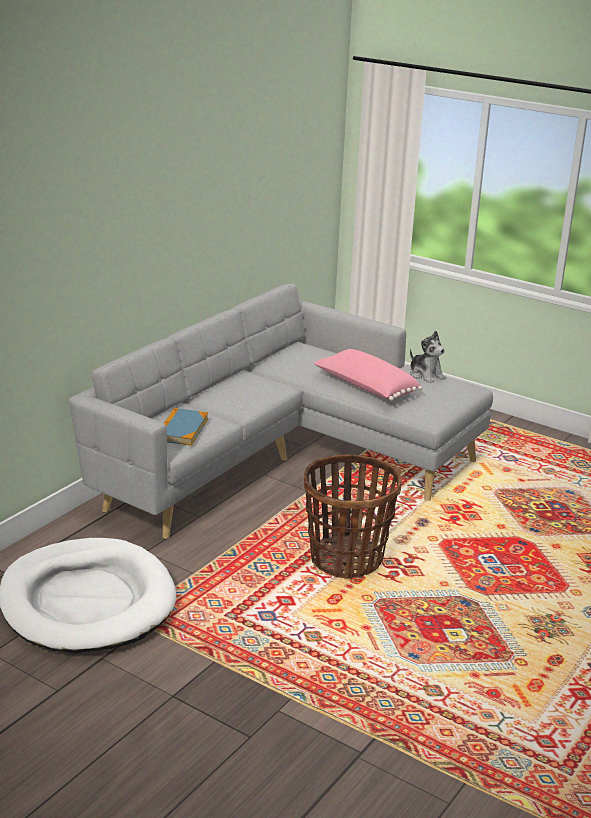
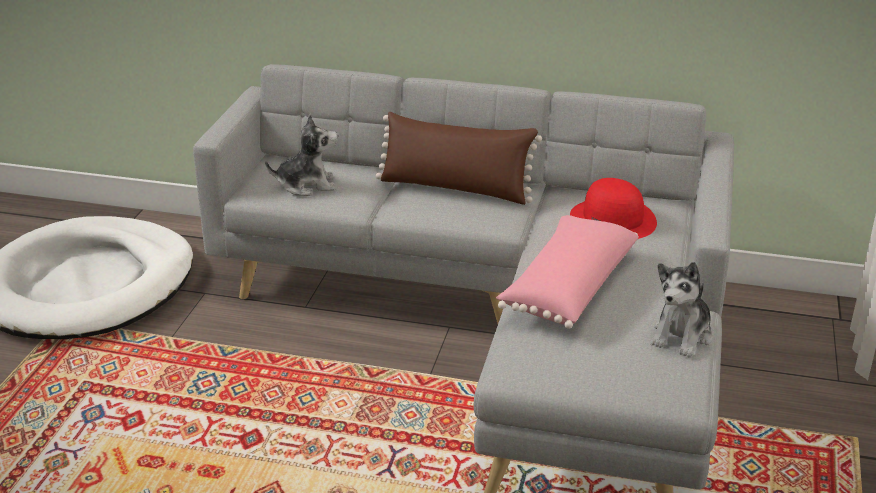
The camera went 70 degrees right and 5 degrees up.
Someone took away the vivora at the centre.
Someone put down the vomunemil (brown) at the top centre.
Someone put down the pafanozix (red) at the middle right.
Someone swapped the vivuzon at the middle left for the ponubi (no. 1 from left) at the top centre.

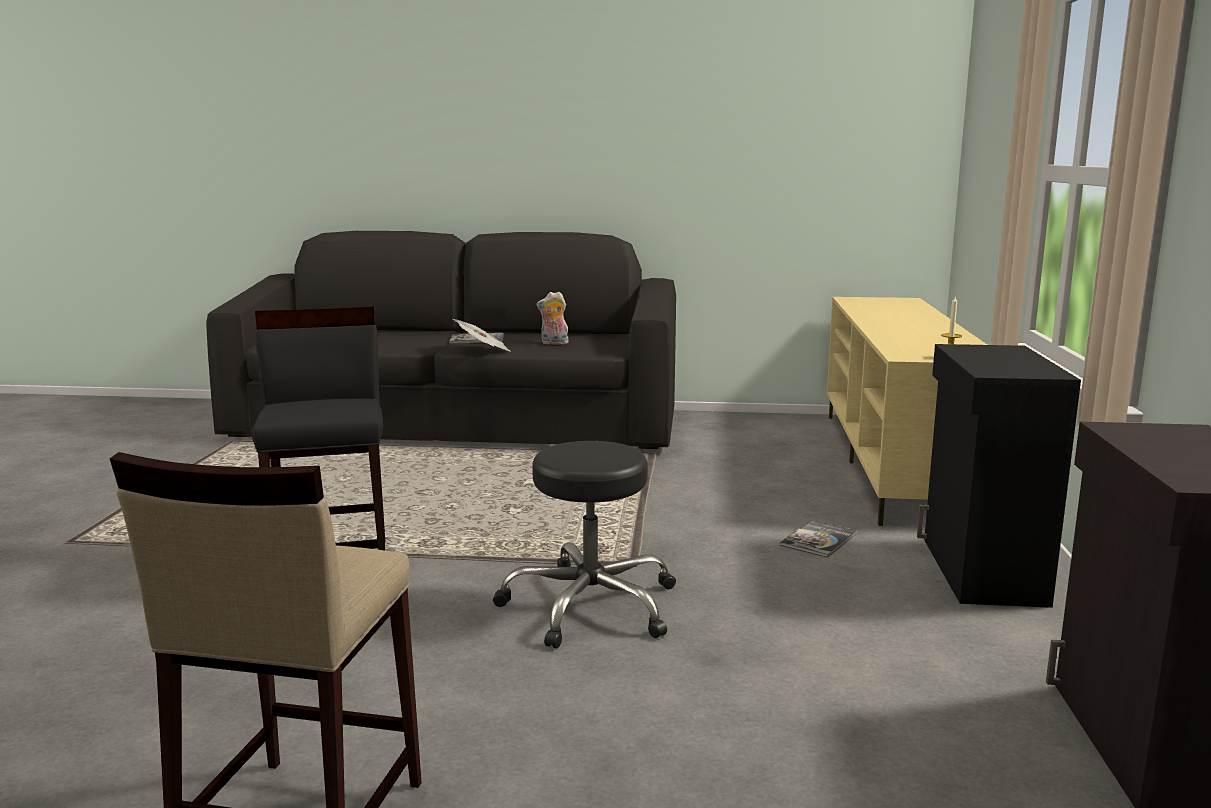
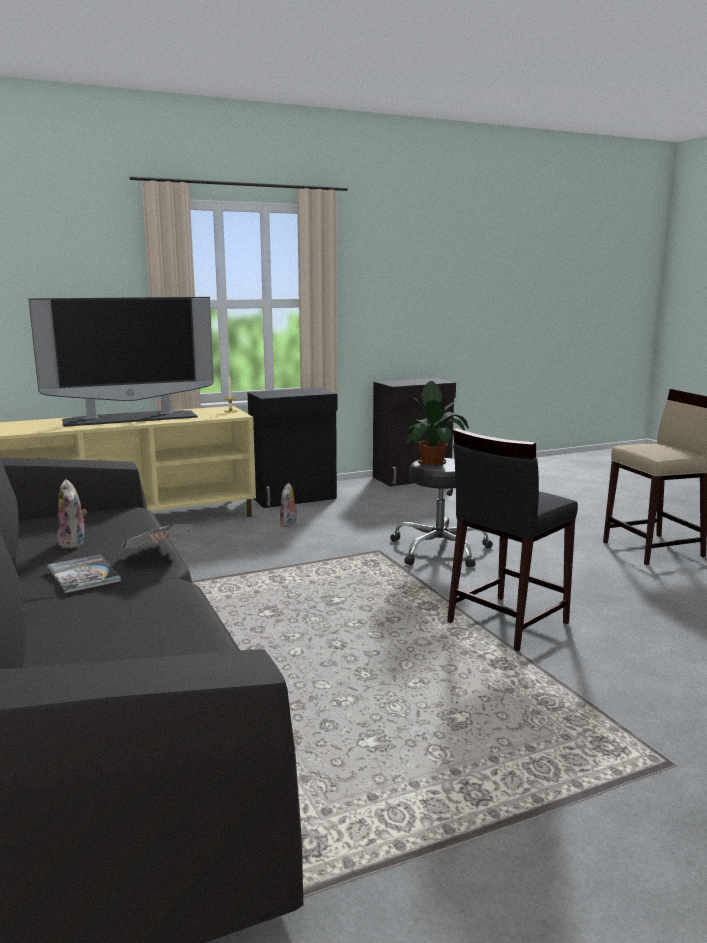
The camera went 120 degrees left and 0 degrees up.
Someone put down the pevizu at the middle left.
Someone put down the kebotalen at the centre.
Someone swapped the vivuzon (no. 2 from left) at the bottom right for the ponubi (no. 2 from left) at the centre.

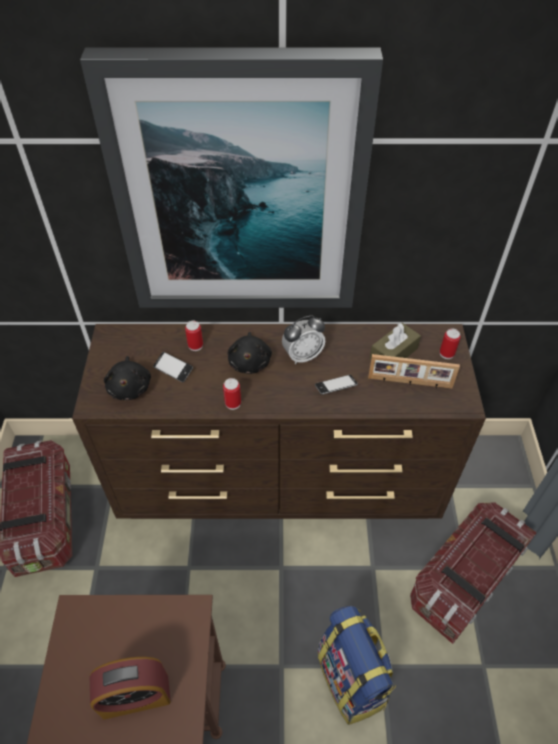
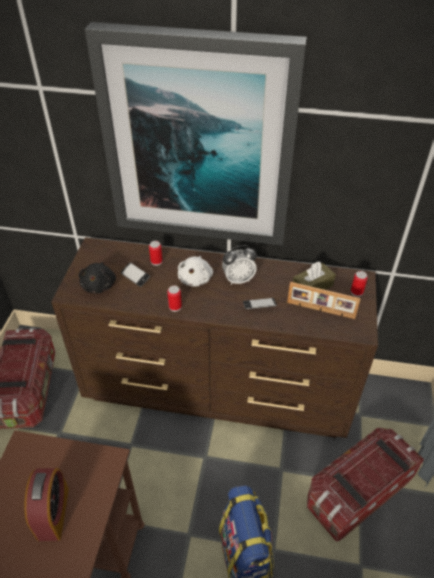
The camera went 10 degrees right and 5 degrees down.
Someone repainted the ponubi (black) (no. 2 from left) at the centre, which became the ponubi (white) at the centre.
Someone rotated the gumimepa (no. 1 from left) at the bottom left by 90 degrees counterclockwise.

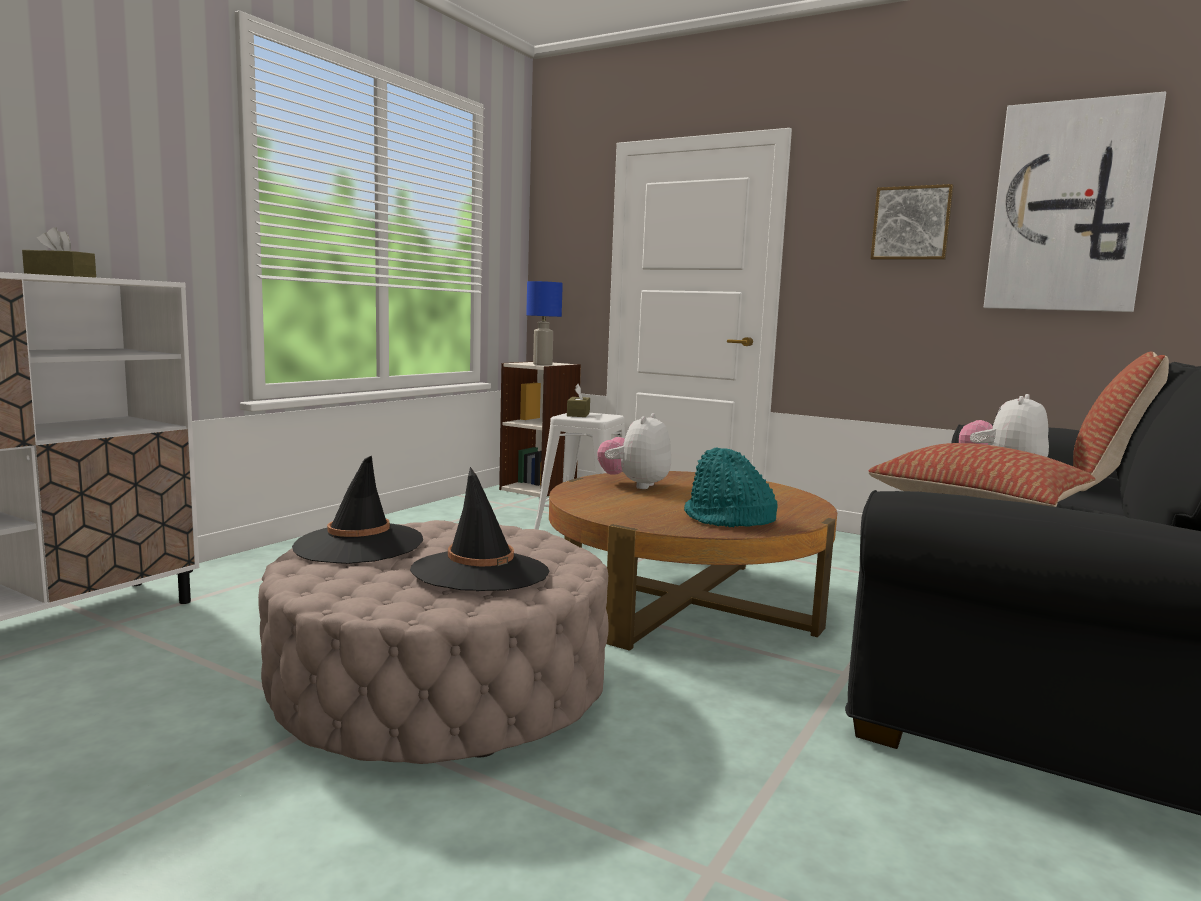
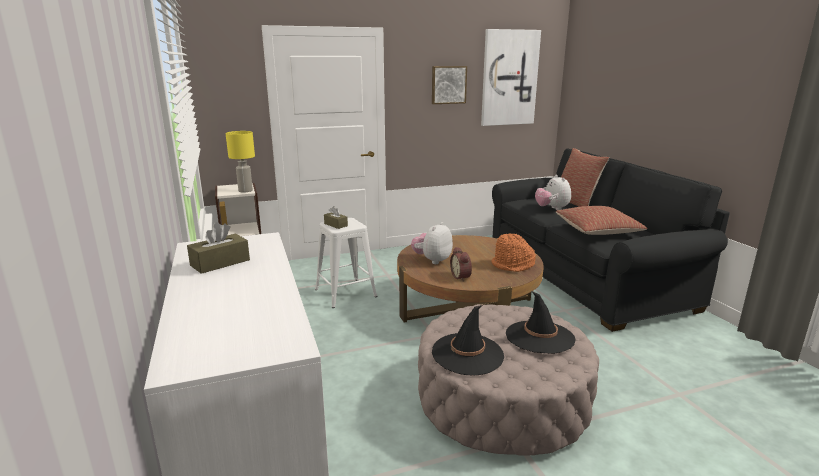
The camera went 50 degrees left and 10 degrees up.
Someone put down the gumimepa at the centre.
Someone repainted the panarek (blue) at the centre, which became the panarek (yellow) at the middle left.
Someone repainted the pafanozix (turquoise) at the centre, which became the pafanozix (orange) at the centre.
Someone rotated the ponubi (no. 1 from left) at the centre by 60 degrees clockwise.

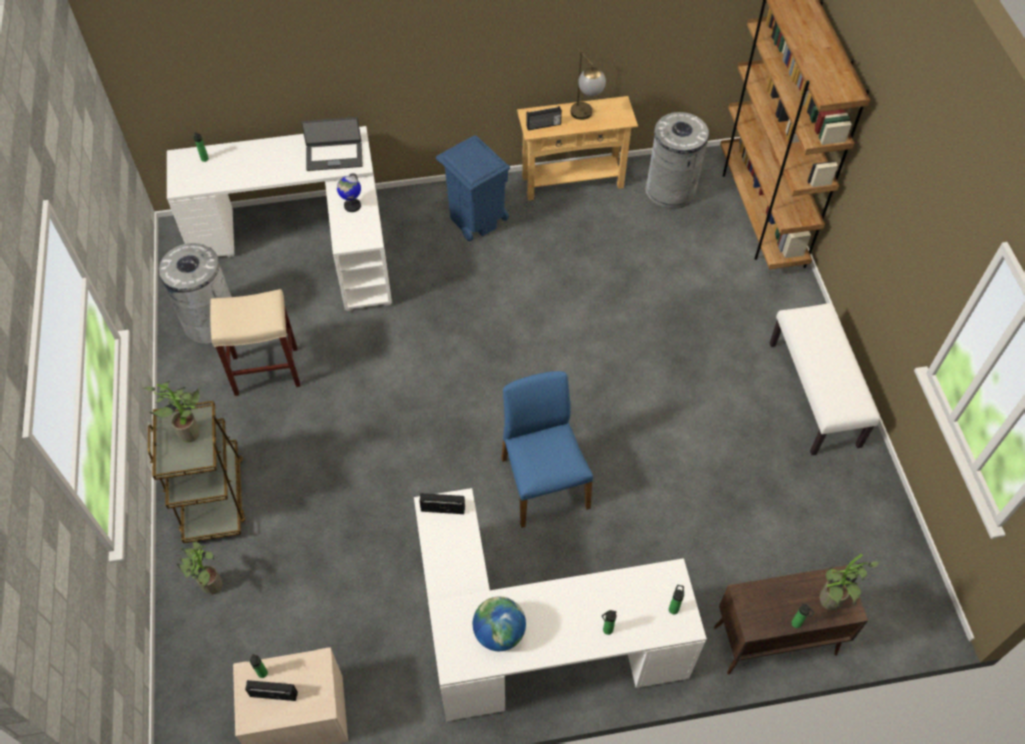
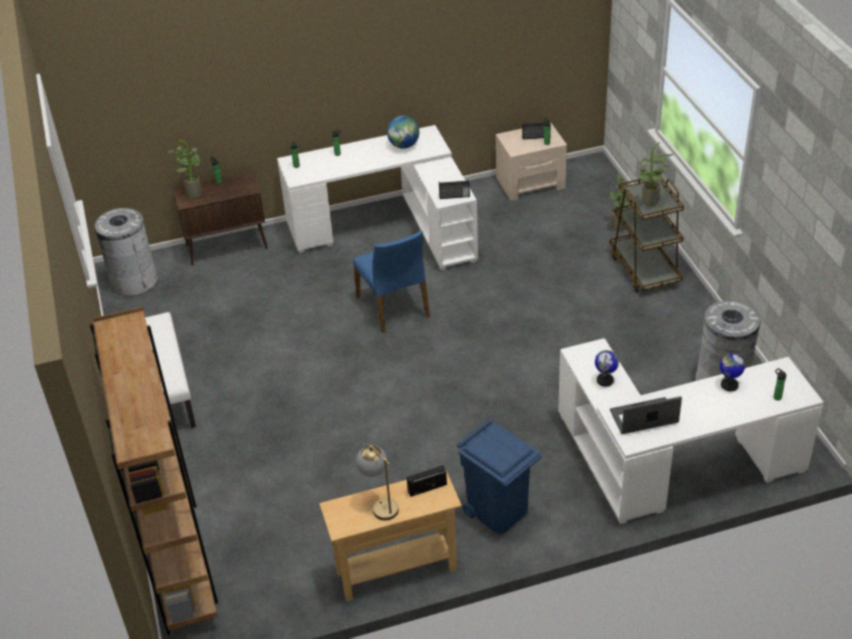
The camera went 175 degrees right and 15 degrees down.
Someone took away the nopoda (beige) at the middle left.
Someone put down the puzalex (no. 3 from left) at the middle right.
Someone carried the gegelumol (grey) (no. 2 from left in the first image) from the top centre to the middle left.

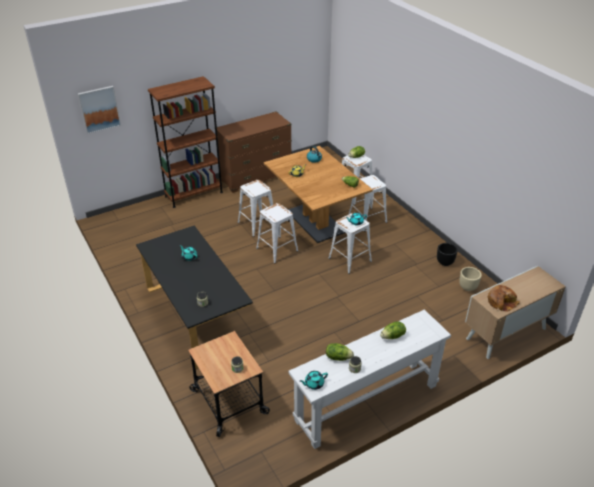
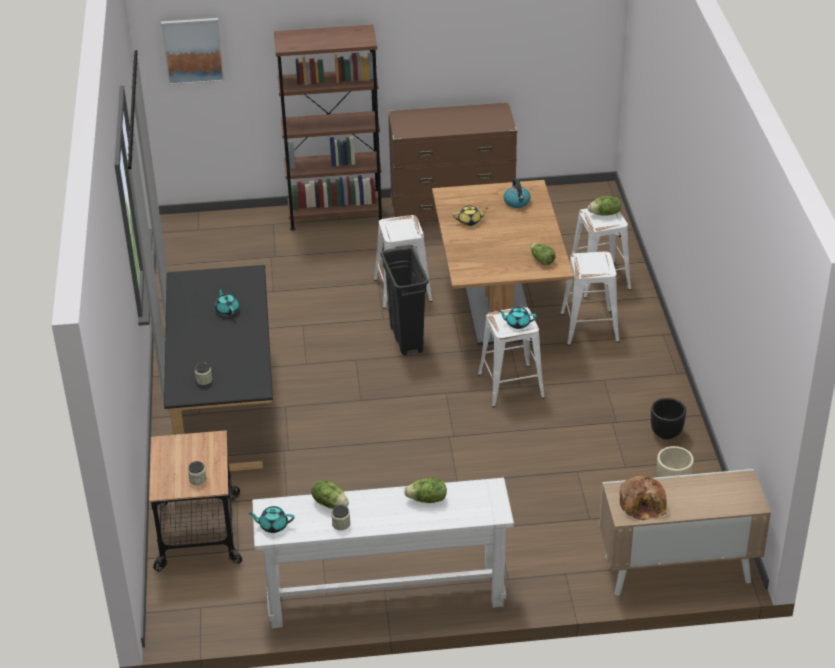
The camera went 25 degrees right and 0 degrees up.
Someone swapped the nopoda (white) (no. 2 from left) at the centre for the gegelumol (black) at the centre.

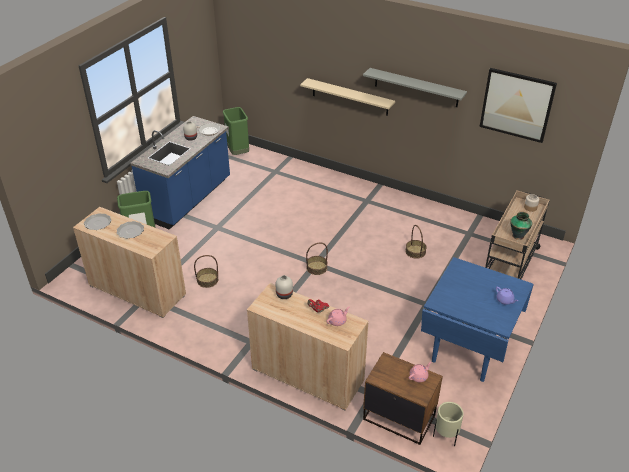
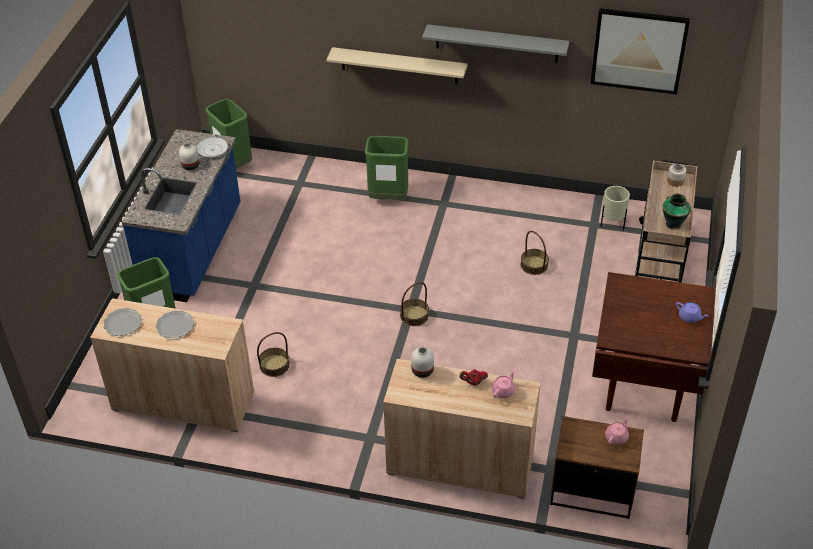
The camera went 15 degrees left and 5 degrees up.
Someone put down the gegelumol (green) (no. 3 from left) at the top centre.
Someone carried the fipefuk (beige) from the bottom right to the middle right.
Someone repainted the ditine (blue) at the bottom right, which became the ditine (brown) at the middle right.

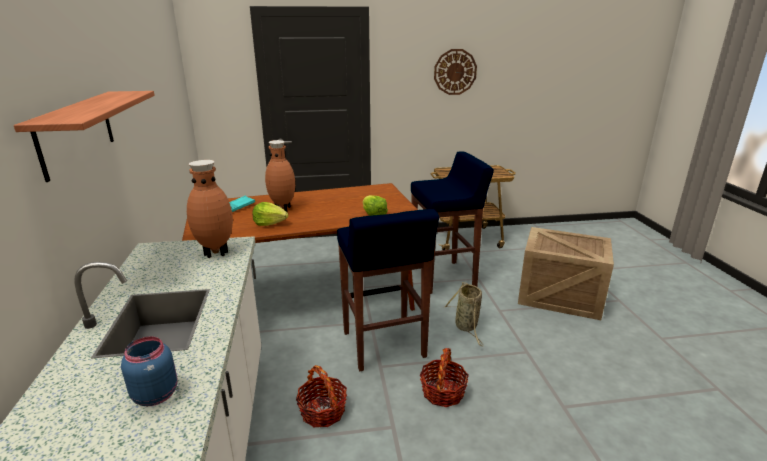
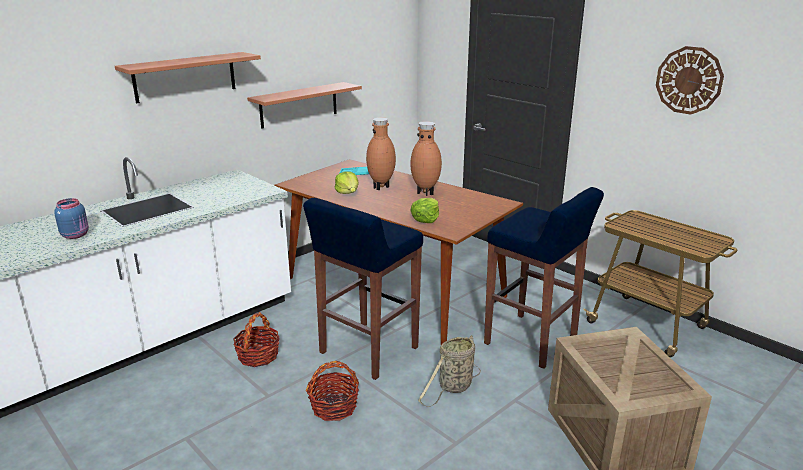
The camera went 55 degrees right and 0 degrees up.
Someone put up the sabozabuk (no. 2 from left) at the top centre.
Someone carried the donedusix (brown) (no. 1 from left in the first image) from the middle left to the centre.

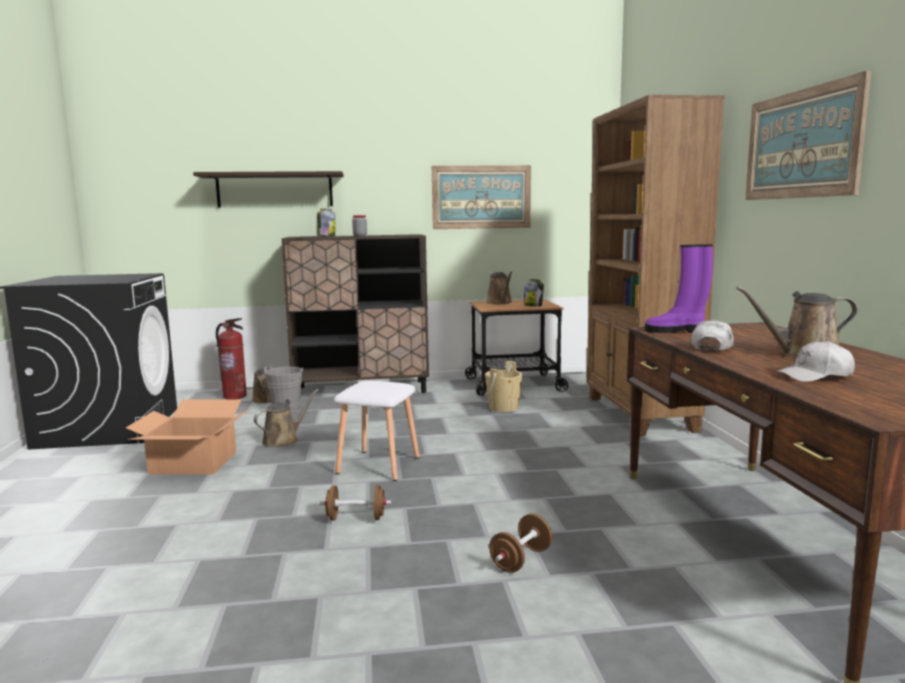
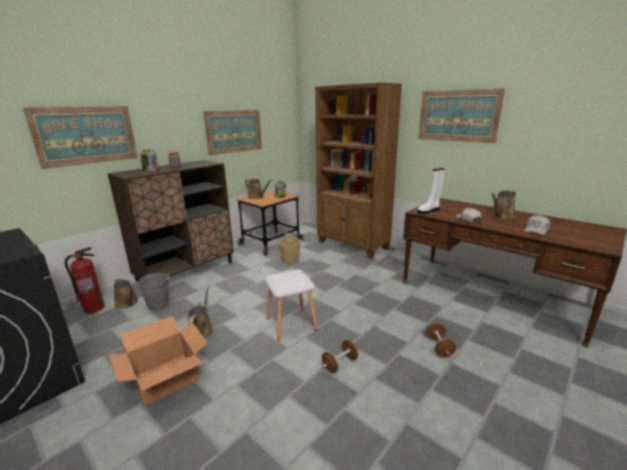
The camera went 40 degrees left and 10 degrees up.
Someone swapped the sabozabuk at the top left for the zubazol (no. 1 from left) at the top left.
Someone repainted the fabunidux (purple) at the middle right, which became the fabunidux (white) at the middle right.

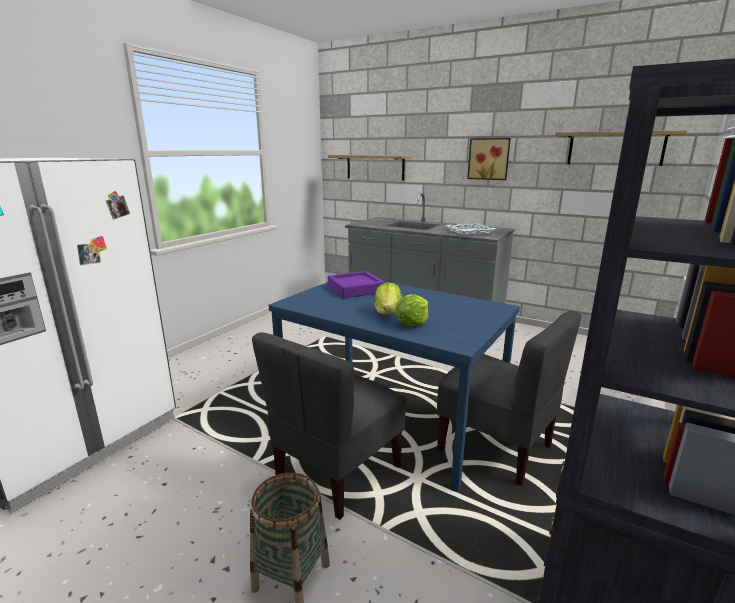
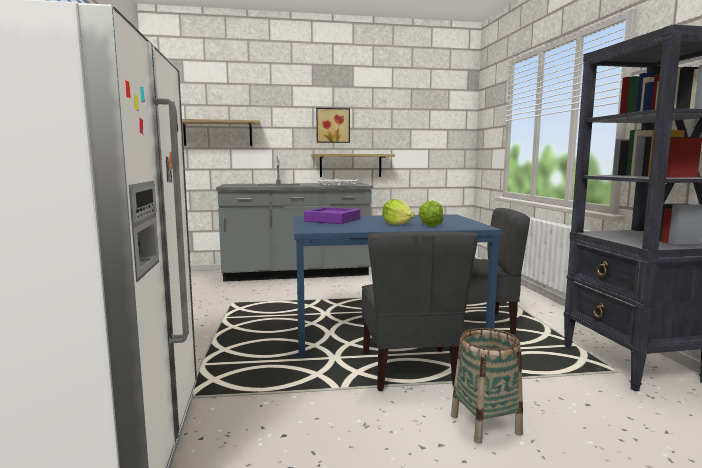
The camera went 40 degrees left and 10 degrees down.
Someone carried the sabozabuk (no. 2 from left) from the top right to the centre.

